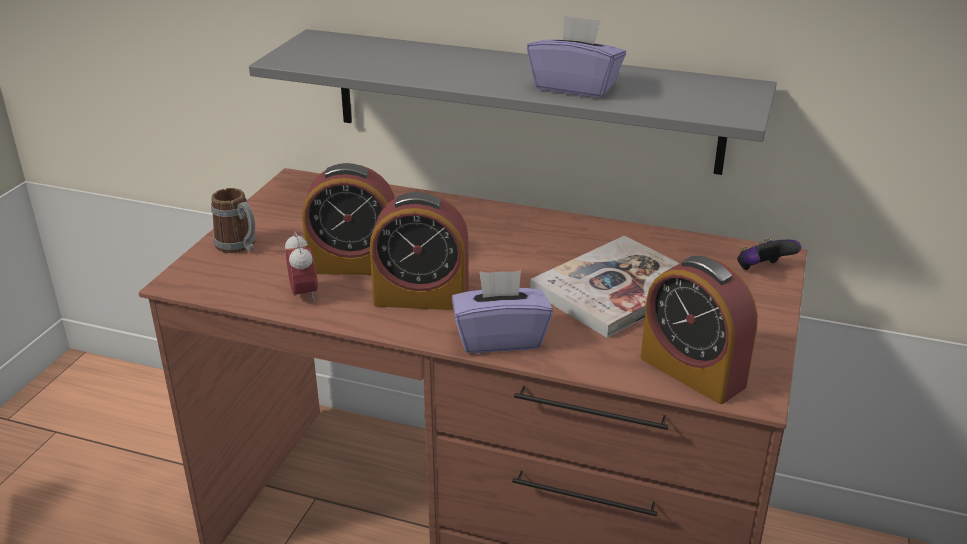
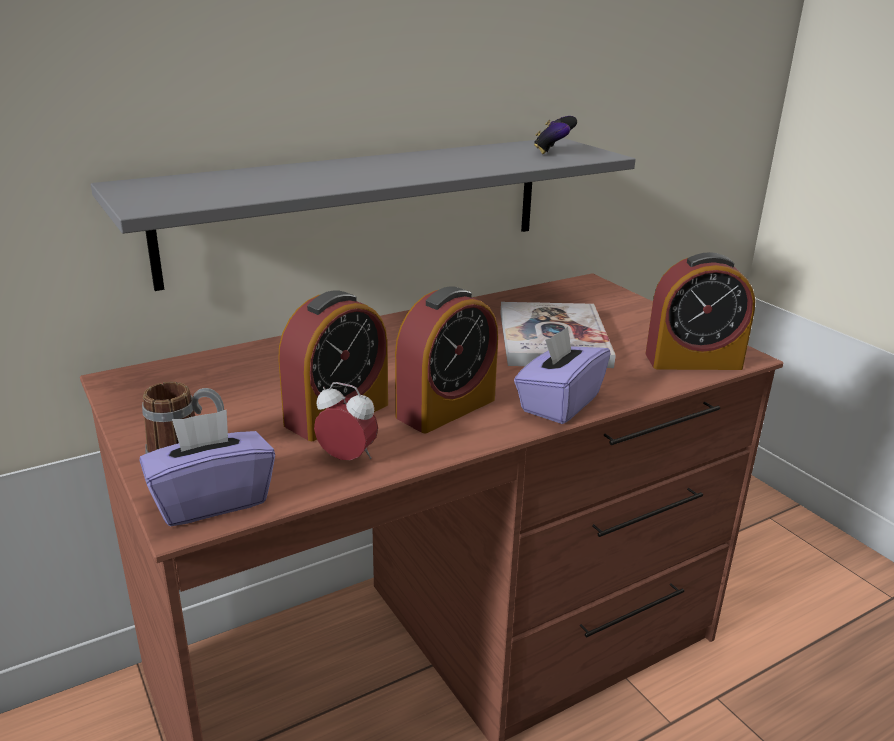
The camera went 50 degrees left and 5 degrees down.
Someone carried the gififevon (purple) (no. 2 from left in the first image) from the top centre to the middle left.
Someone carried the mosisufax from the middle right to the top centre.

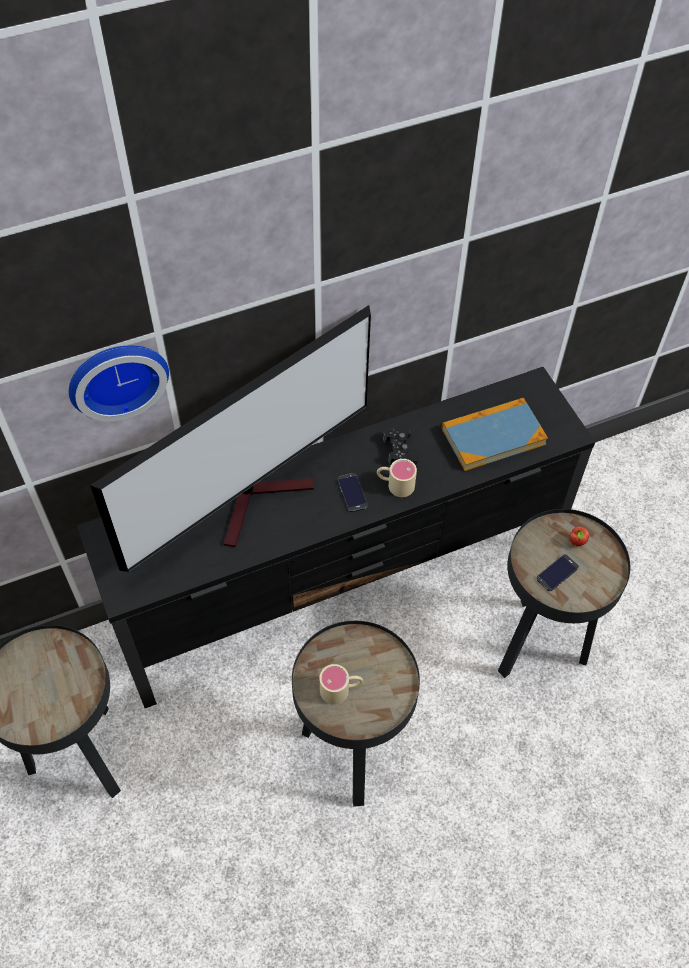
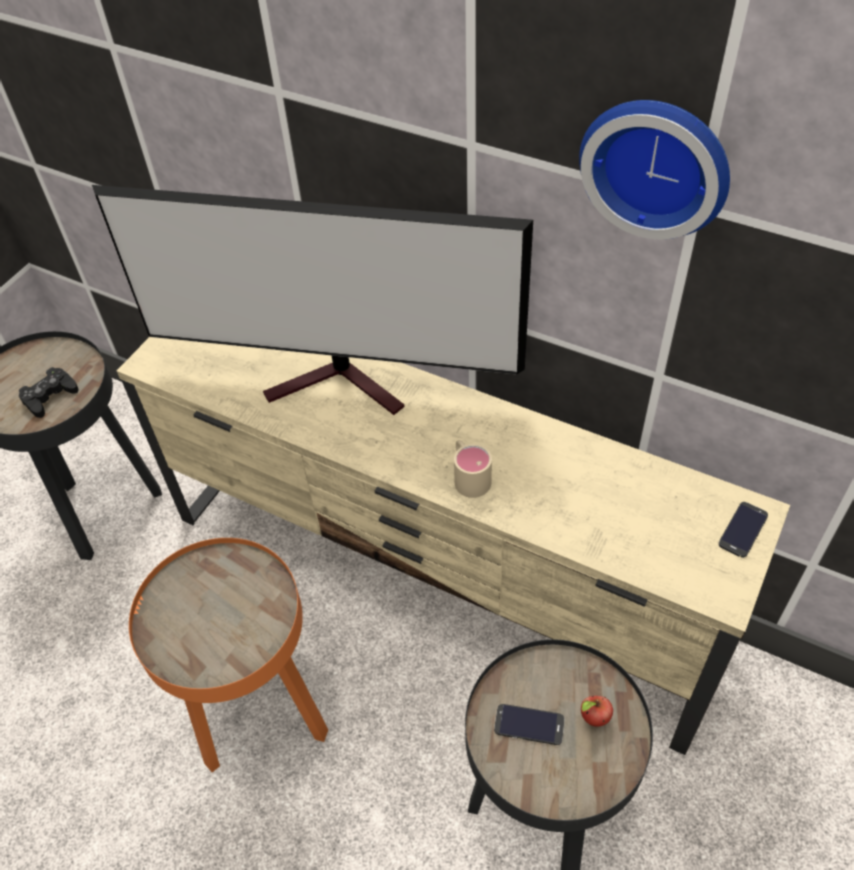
The camera went 55 degrees right and 5 degrees down.
Someone took away the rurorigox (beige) (no. 1 from left) at the bottom centre.
Someone took away the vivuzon at the middle right.
Someone carried the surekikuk from the middle left to the top right.
Someone carried the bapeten (no. 1 from left in the first image) from the centre to the middle right.
Someone carried the mosisufax (black) from the centre to the middle left.
Someone repainted the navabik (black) at the centre, which became the navabik (beige) at the centre.
Someone repainted the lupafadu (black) (no. 2 from left) at the bottom centre, which became the lupafadu (orange) at the bottom left.

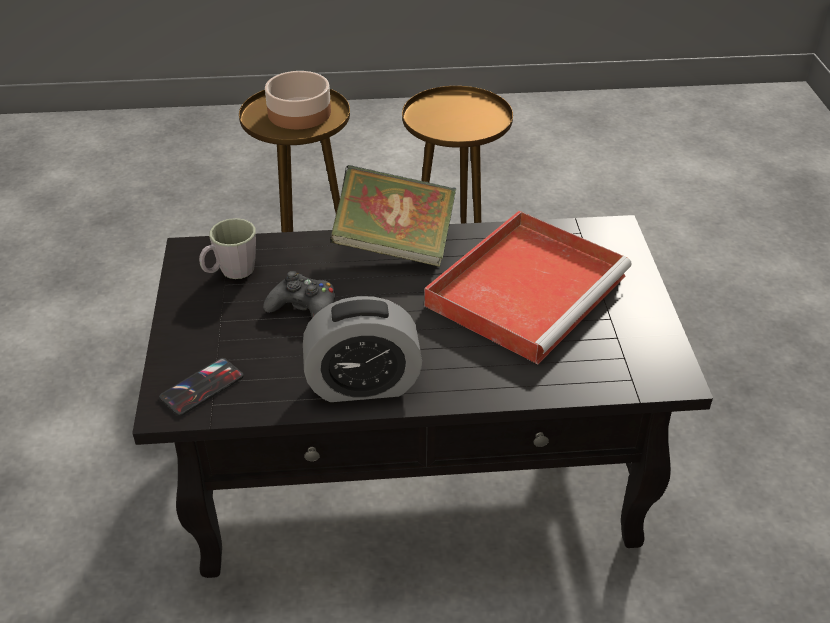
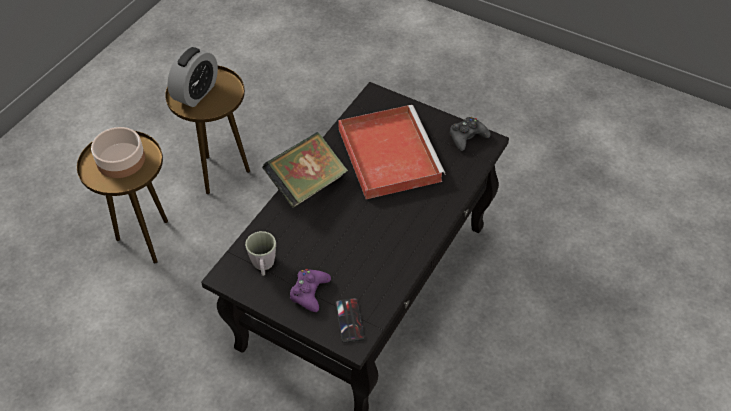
The camera went 55 degrees left and 10 degrees up.
Someone put down the mosisufax (purple) at the bottom centre.
Someone carried the mosisufax (black) from the centre to the top centre.
Someone carried the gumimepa from the centre to the top left.

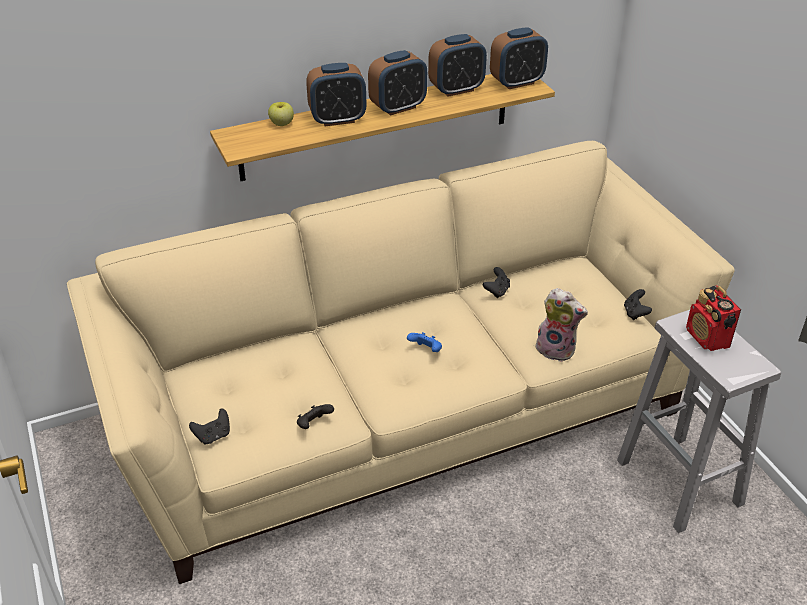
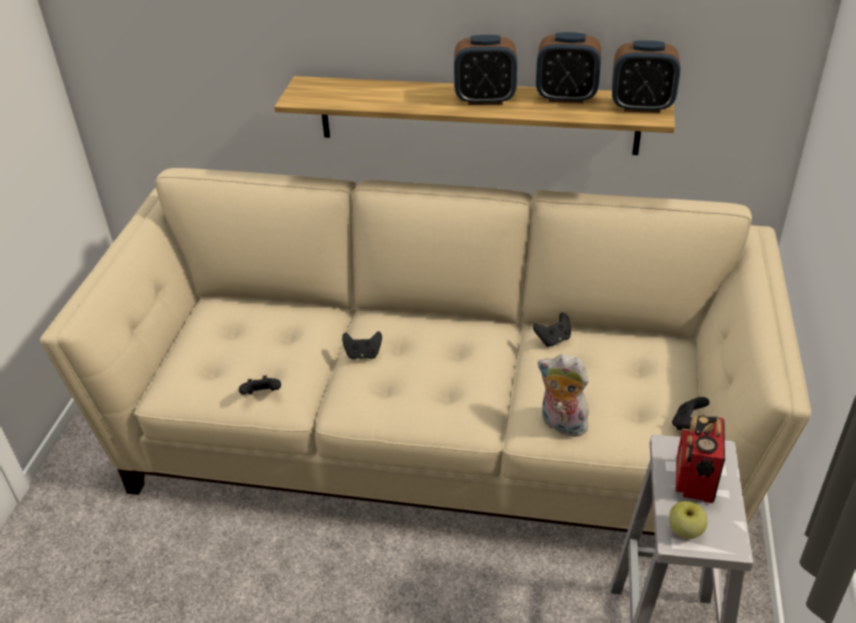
The camera went 35 degrees right and 0 degrees up.
Someone took away the gumimepa (no. 1 from left) at the top centre.
Someone took away the mosisufax (blue) at the centre.
Someone carried the mosisufax (black) (no. 1 from left in the first image) from the bottom left to the centre.
Someone carried the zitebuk from the top centre to the bottom right.
Someone rotated the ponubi at the middle right by 150 degrees clockwise.

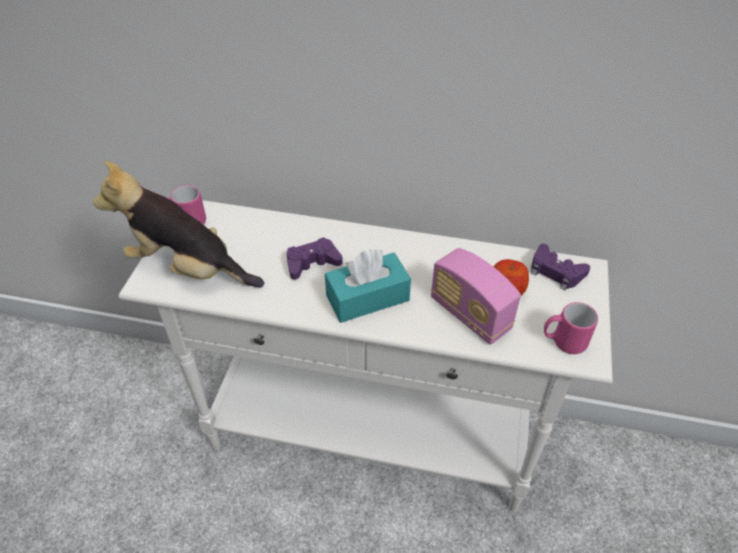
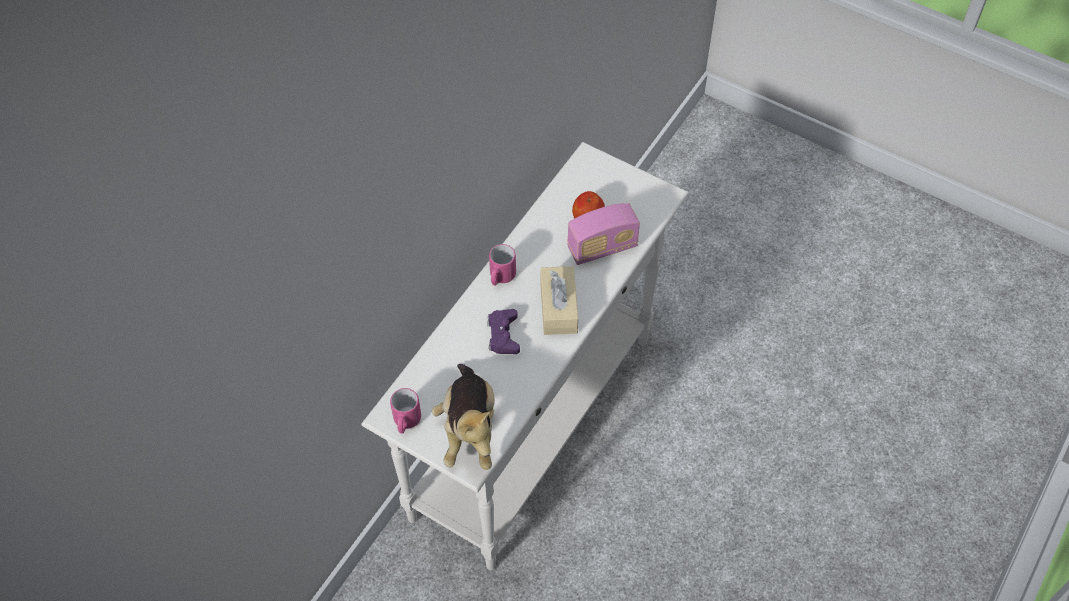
The camera went 70 degrees left and 10 degrees up.
Someone took away the mosisufax (purple) (no. 2 from left) at the middle right.
Someone carried the rurorigox (pink) (no. 2 from left) from the middle right to the centre.
Someone repainted the gififevon (turquoise) at the centre, which became the gififevon (beige) at the centre.
Someone rotated the ponubi at the middle left by 45 degrees counterclockwise.

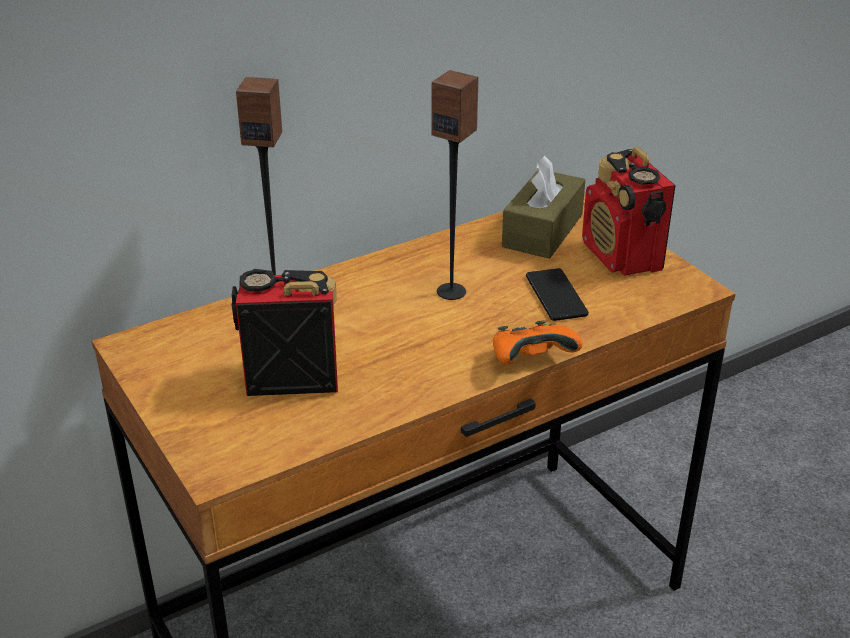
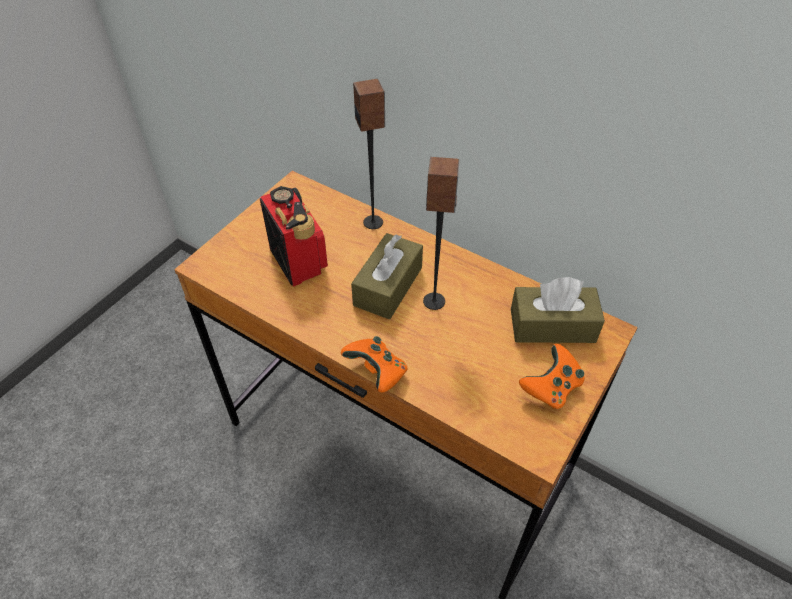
The camera went 65 degrees right and 15 degrees up.
Someone took away the bapeten at the centre.
Someone put down the gififevon (brown) (no. 1 from left) at the centre.
Someone swapped the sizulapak (no. 2 from left) at the top right for the mosisufax (orange) (no. 2 from left) at the middle right.

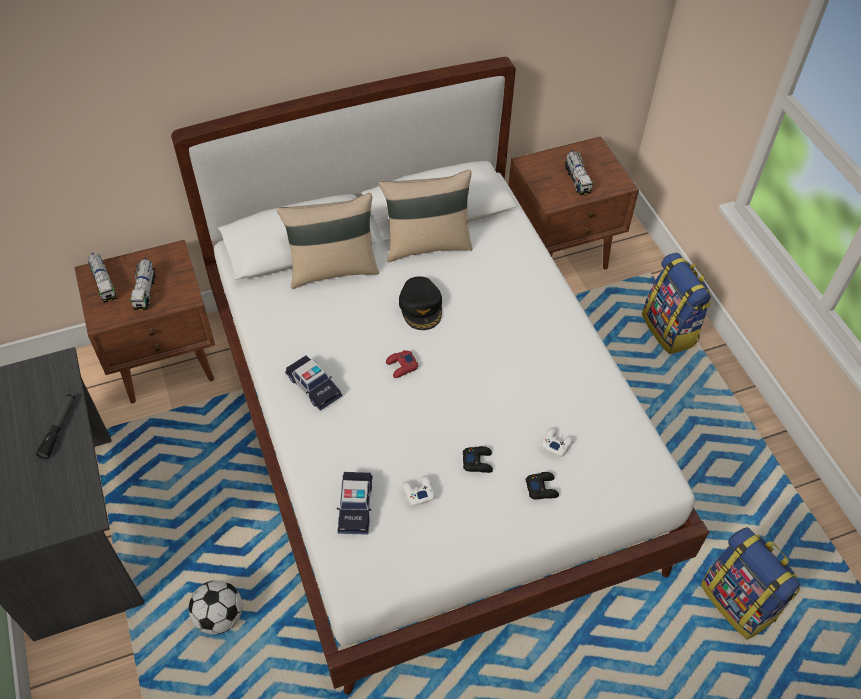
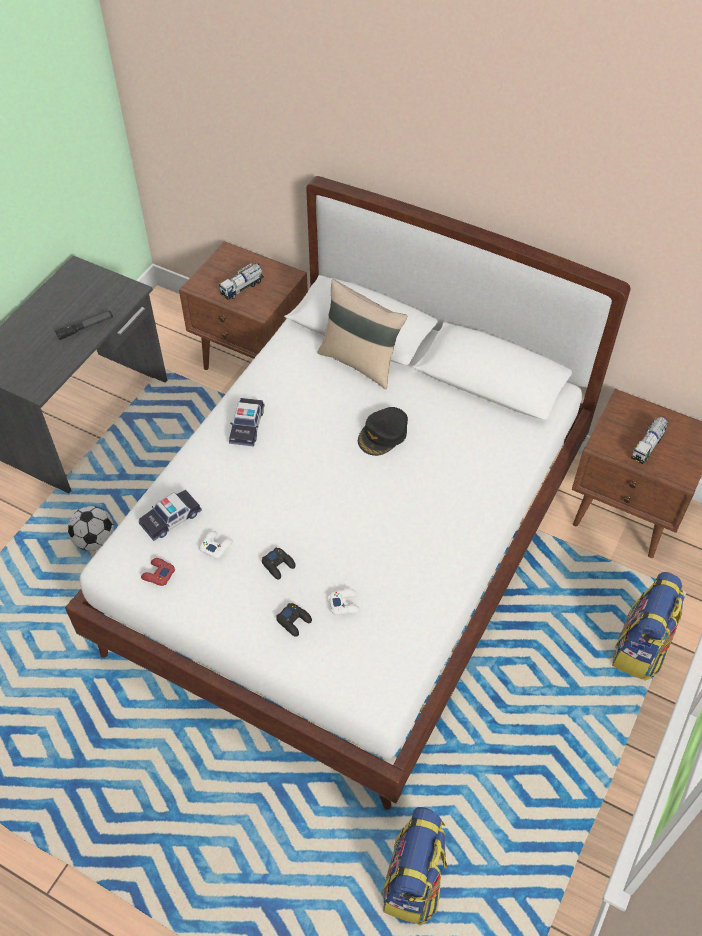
The camera went 50 degrees right and 0 degrees up.
Someone took away the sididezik (no. 1 from left) at the middle left.
Someone took away the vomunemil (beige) (no. 2 from left) at the top centre.
Someone carried the mosisufax (red) from the centre to the middle left.

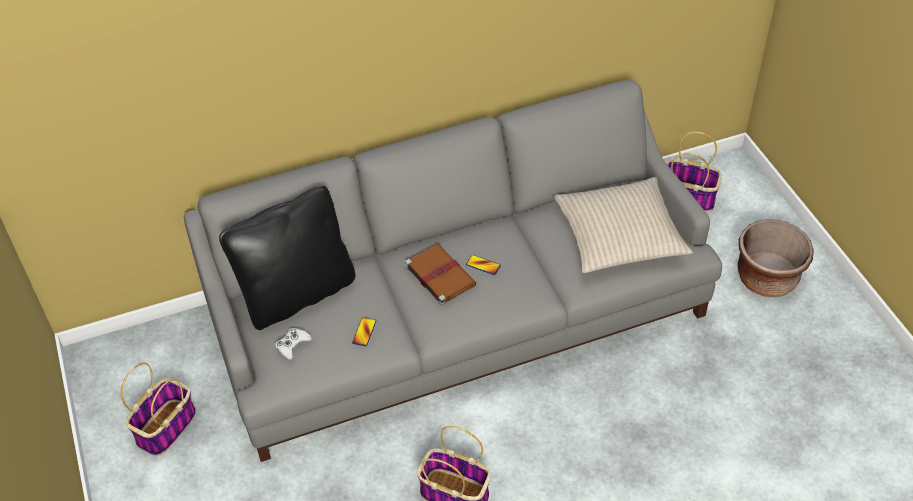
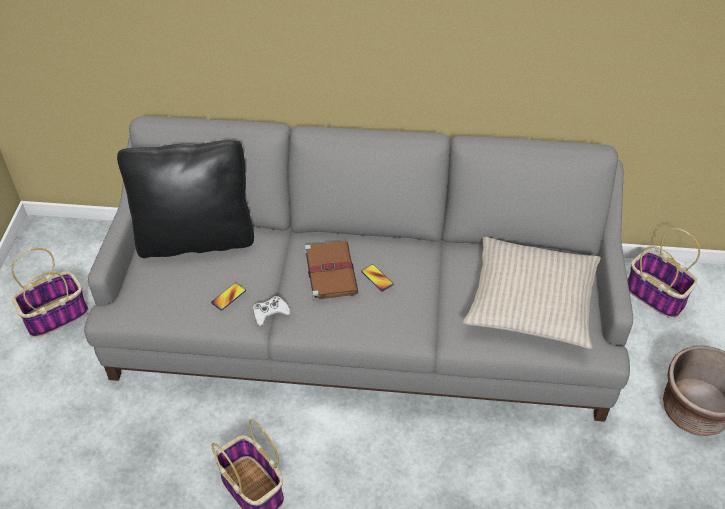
The camera went 25 degrees right and 0 degrees up.
Someone carried the mosisufax (white) from the bottom left to the centre.

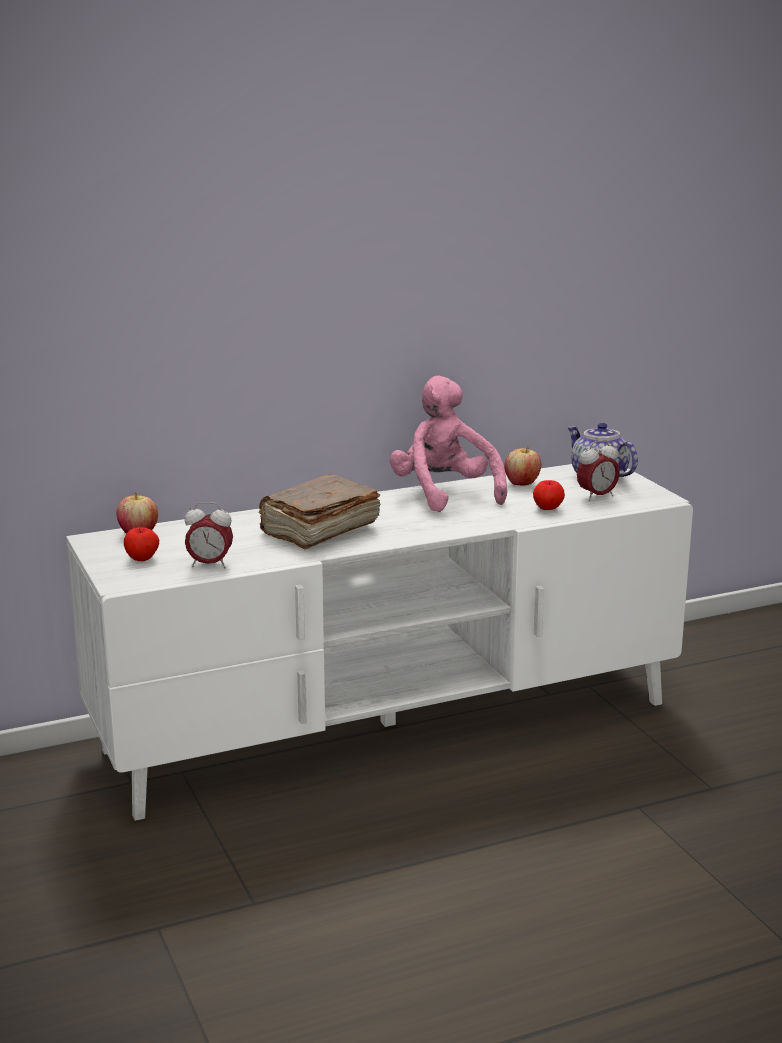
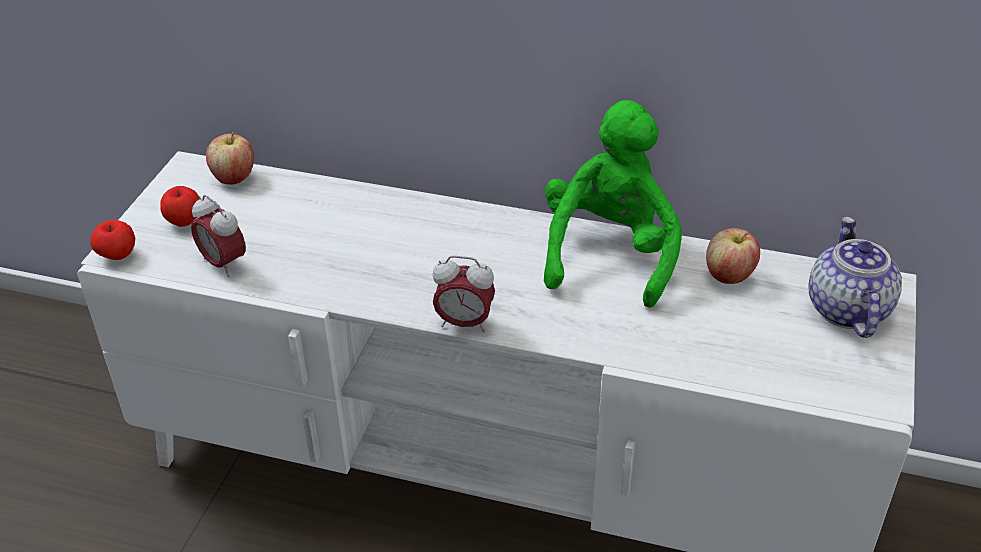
The camera went 40 degrees right and 20 degrees up.
Someone took away the vivuzon (brown) at the centre.
Someone carried the zitebuk (no. 4 from left in the first image) from the middle right to the middle left.
Someone carried the gumimepa (no. 2 from left) from the middle right to the centre.
Someone repainted the ponubi (pink) at the centre, which became the ponubi (green) at the centre.

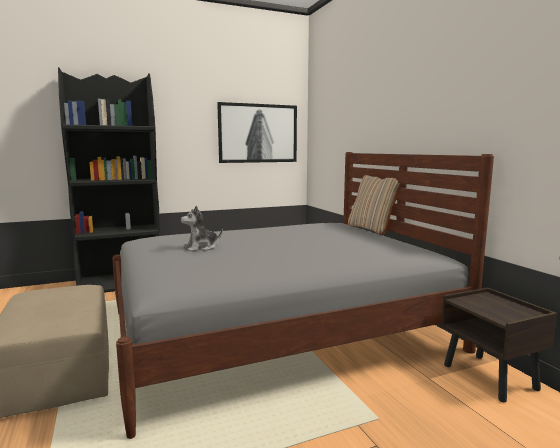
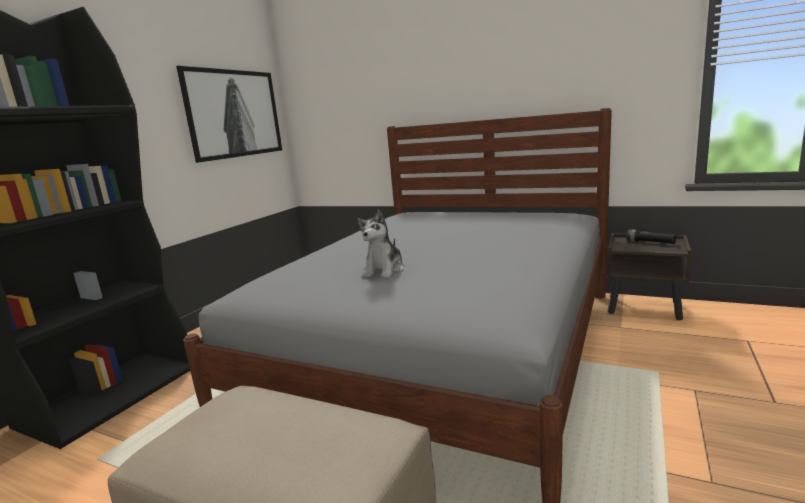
The camera went 40 degrees left and 5 degrees up.
Someone took away the vomunemil (beige) at the middle right.
Someone put down the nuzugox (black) at the middle right.

